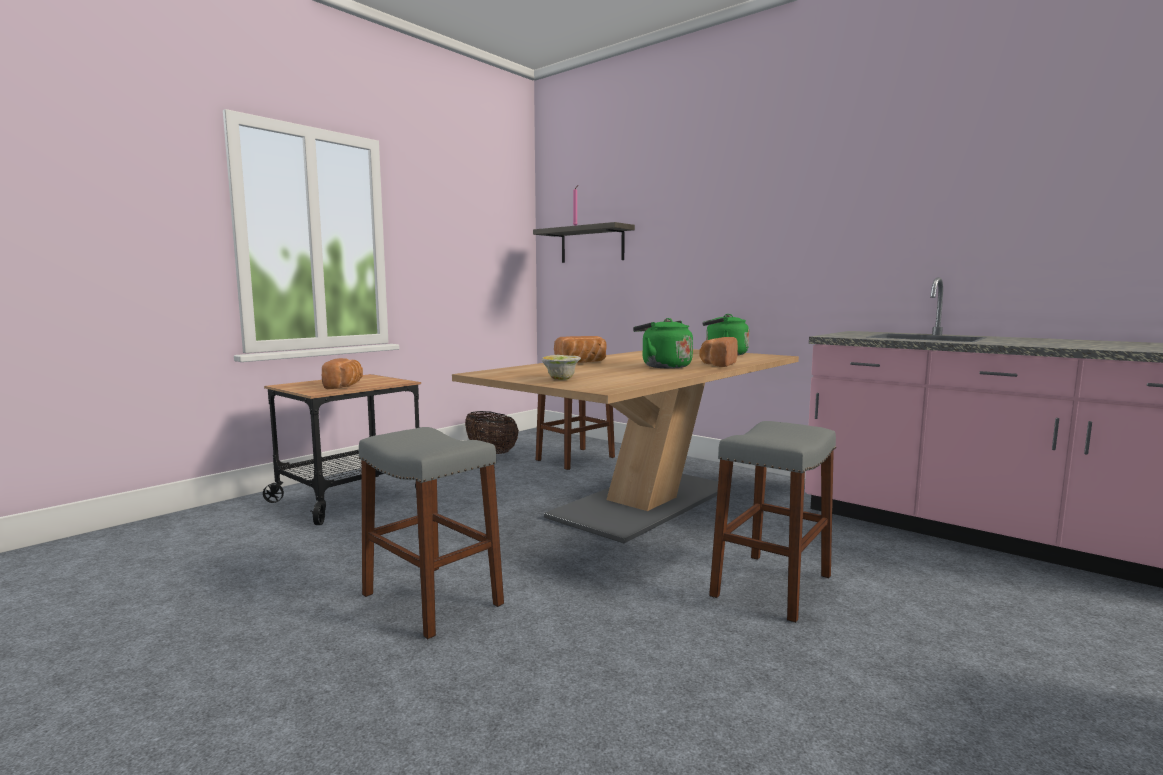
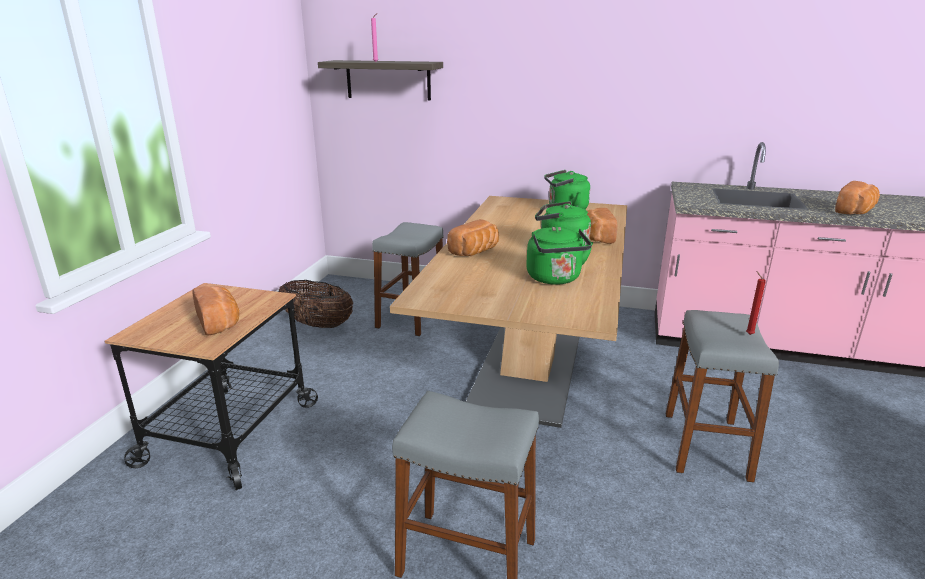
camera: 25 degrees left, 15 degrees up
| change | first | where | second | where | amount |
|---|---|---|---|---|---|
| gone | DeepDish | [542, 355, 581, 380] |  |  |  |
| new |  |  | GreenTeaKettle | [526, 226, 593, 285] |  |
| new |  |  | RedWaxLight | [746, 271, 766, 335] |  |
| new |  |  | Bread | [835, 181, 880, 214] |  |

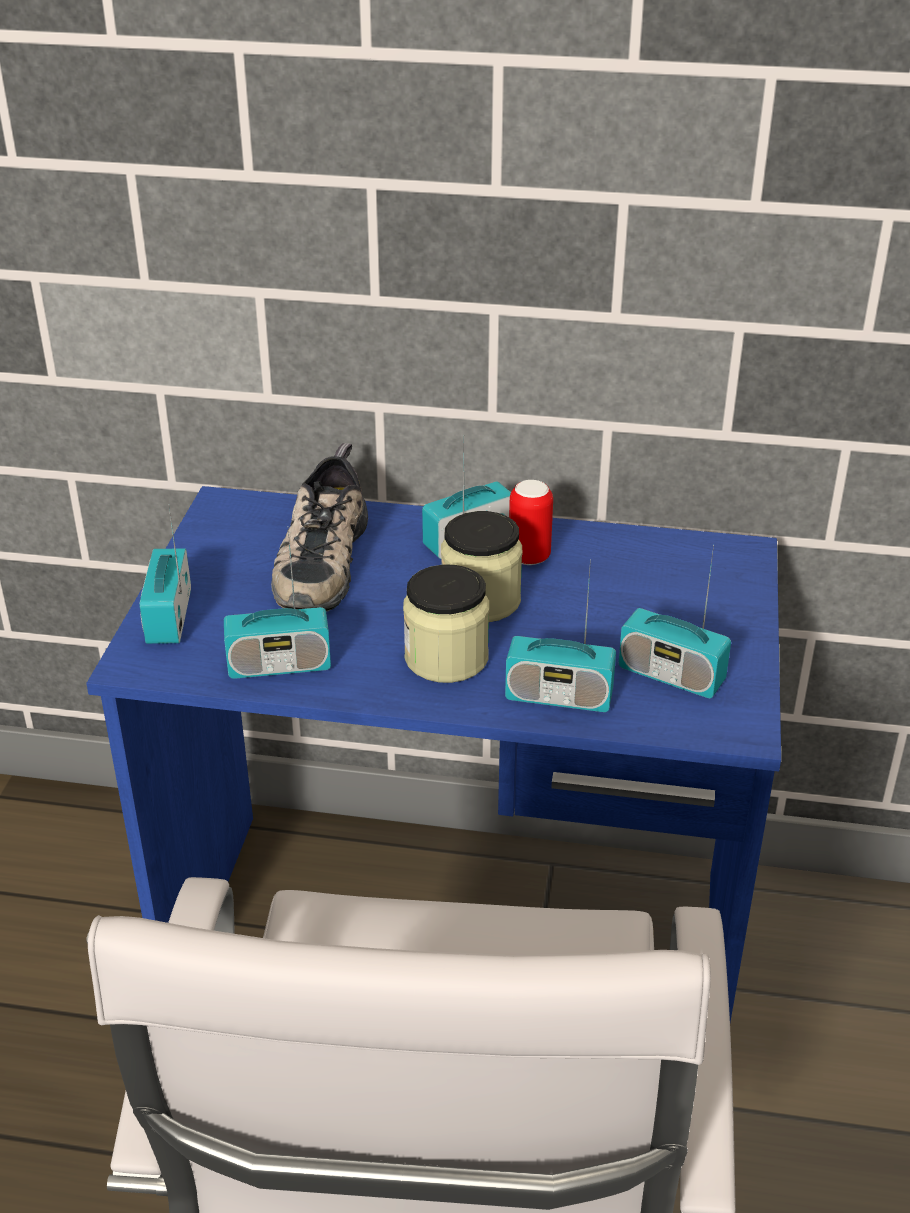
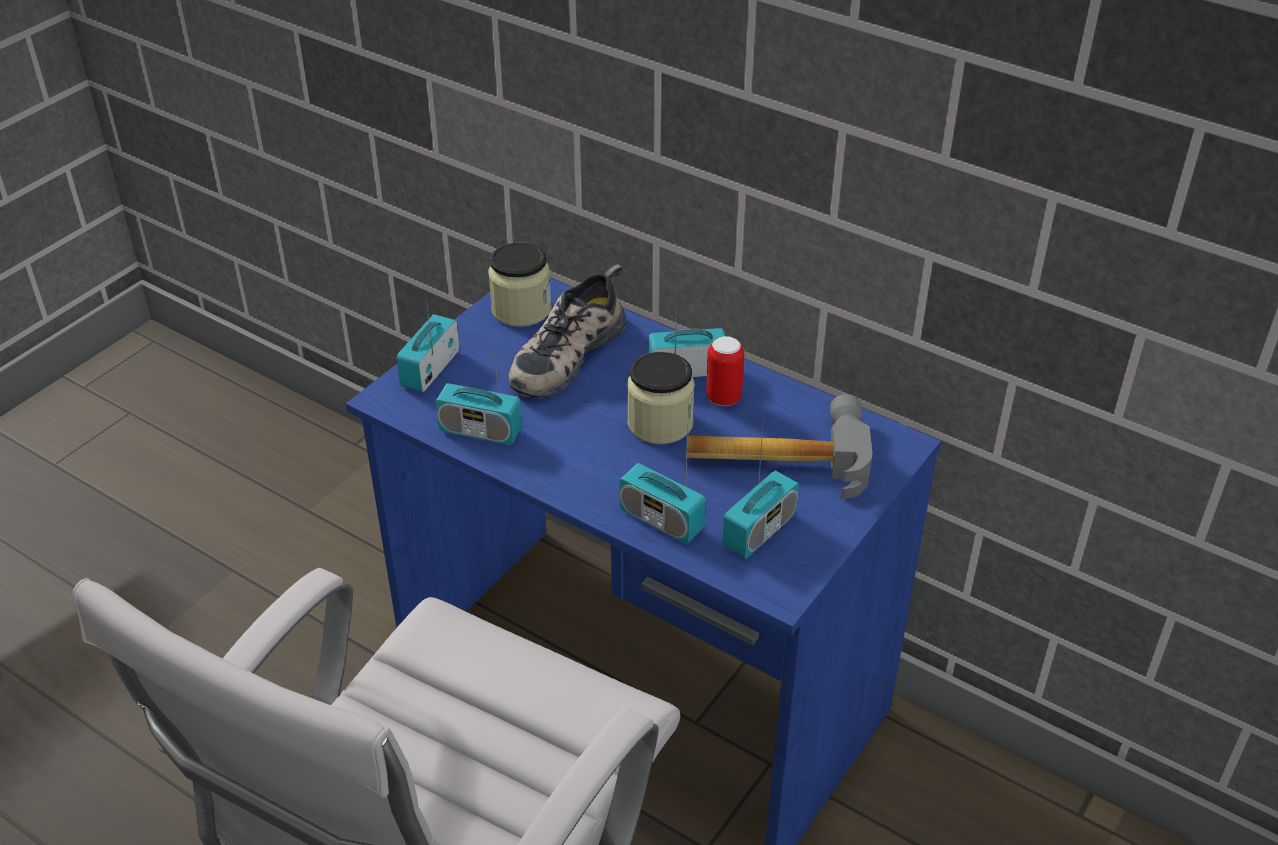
camera: 25 degrees right, 5 degrees up
| change | first | where | second | where | amount |
|---|---|---|---|---|---|
| new |  |  | ToolHammer | [687, 394, 872, 499] |  |
| shifted | StorageJar | [403, 565, 489, 683] |  | [488, 242, 552, 327] |  |
| rotated | Radio | [619, 545, 731, 698] |  | [722, 420, 799, 558] | 105 degrees counterclockwise |

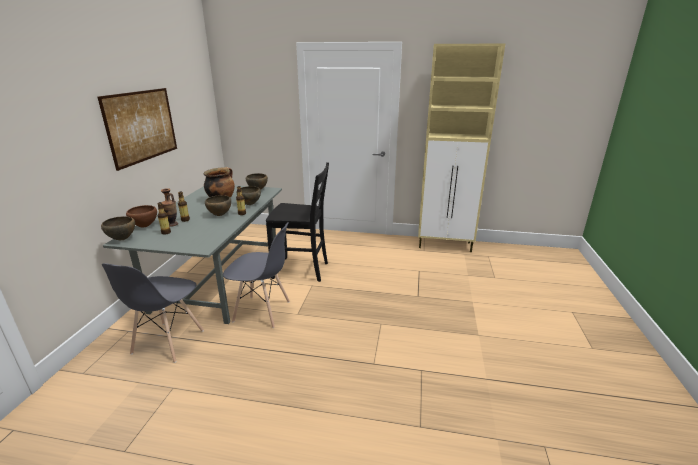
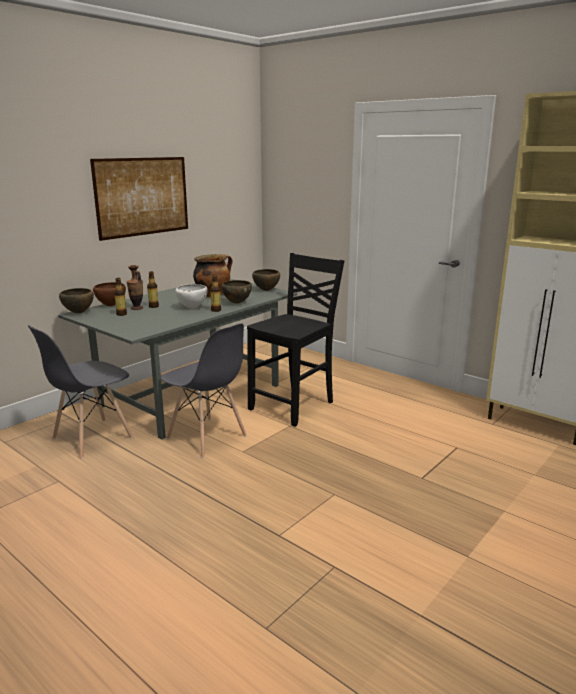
camera: 30 degrees right, 5 degrees down
| change | first | where | second | where | amount |
|---|---|---|---|---|---|
| repainted | BrownishDeepDish | [205, 195, 231, 216] | WhiteDeepDish | [175, 284, 208, 309] |  |
| rotated | BlackishPlainChair | [266, 162, 329, 282] |  | [247, 253, 344, 427] | 90 degrees counterclockwise |

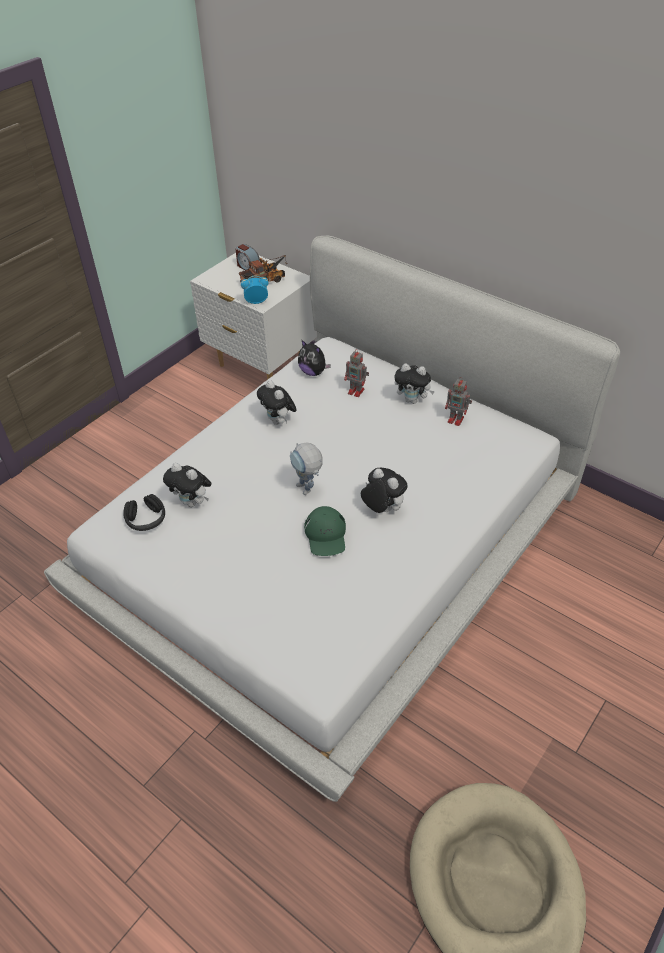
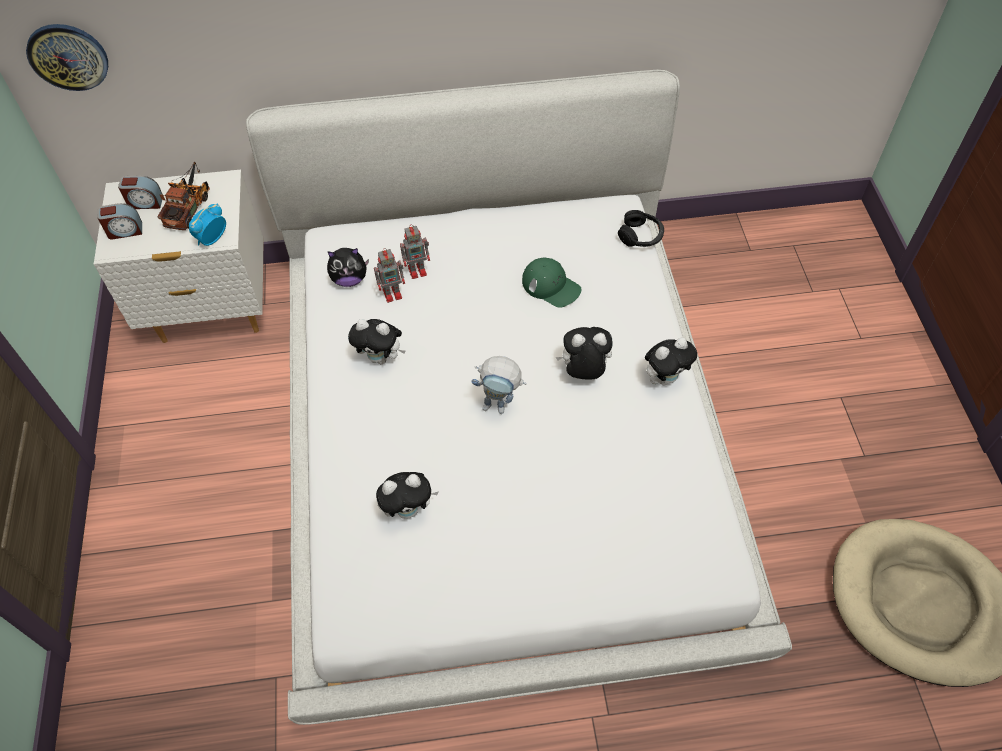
camera: 45 degrees left, 10 degrees up
| change | first | where | second | where | amount |
|---|---|---|---|---|---|
| new |  |  | ClockOnTheWall | [26, 24, 108, 91] |  |
| new |  |  | TableClock | [97, 203, 142, 240] |  |
| shifted | BlackishPairOfHeadphones | [123, 494, 165, 531] |  | [618, 210, 664, 247] |  |
| shifted | GreenPeakedCap | [304, 506, 346, 556] |  | [522, 258, 581, 308] |  |
| shifted | CuddlyToy | [394, 363, 435, 404] |  | [645, 338, 697, 385] |  |
| shifted | RobotFigure | [445, 377, 472, 426] |  | [374, 248, 405, 303] |  |

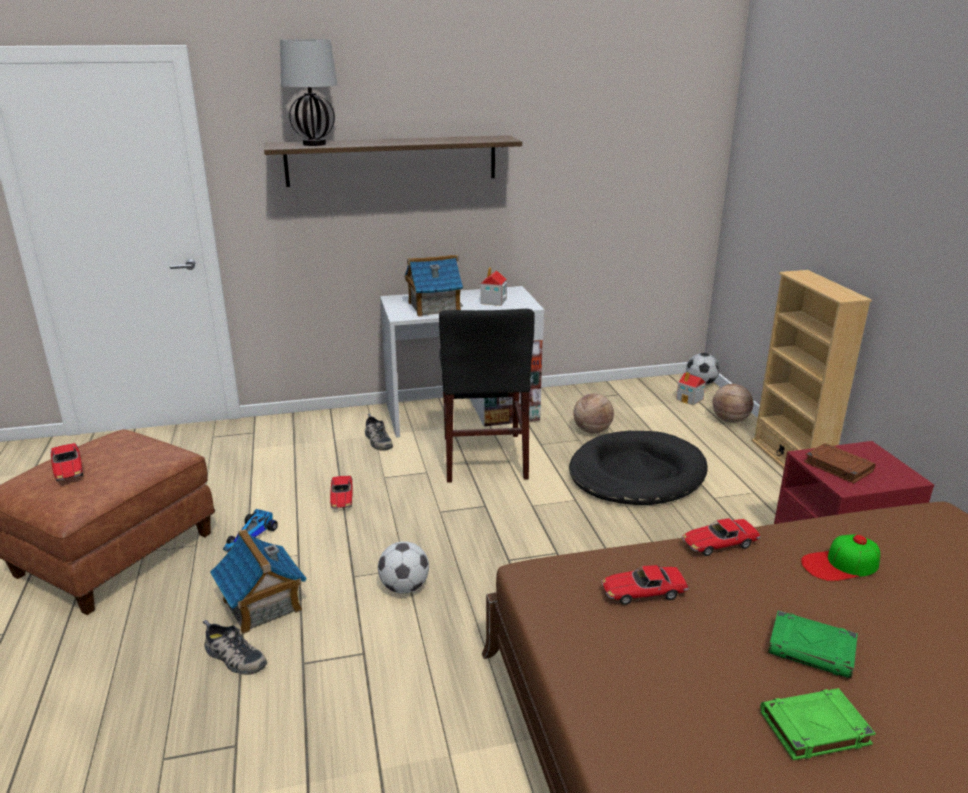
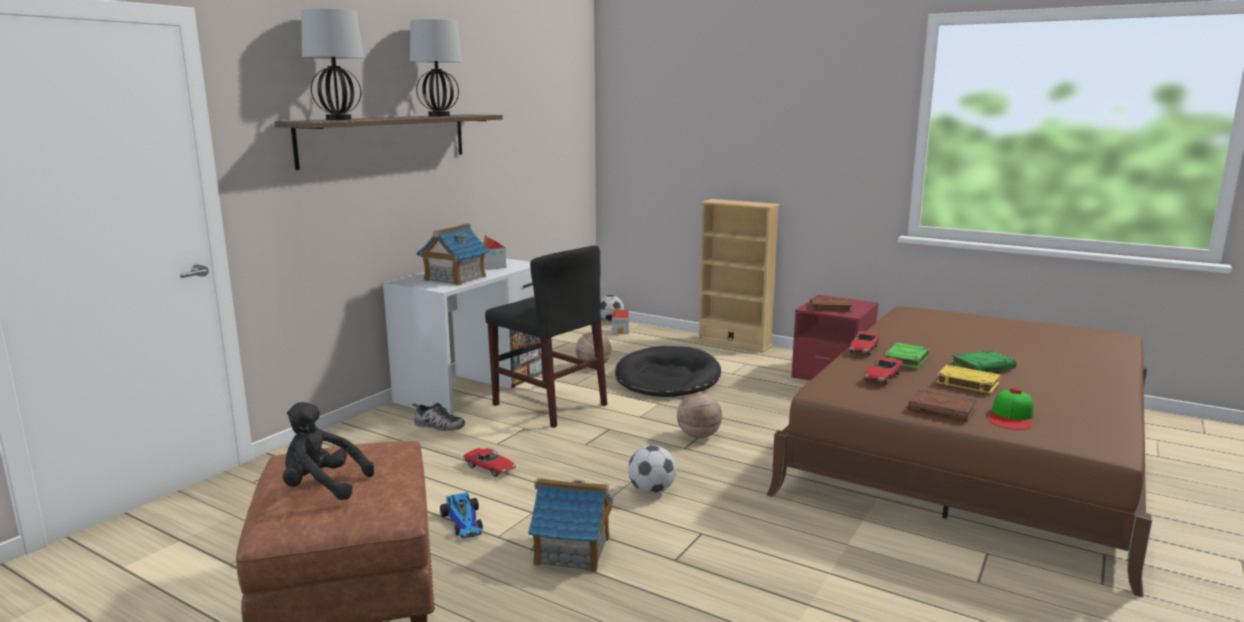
camera: 45 degrees left, 10 degrees down
| change | first | where | second | where | amount |
|---|---|---|---|---|---|
| gone | ItemOfFootwear | [203, 620, 267, 675] |  |  |  |
| new |  |  | TableLamp | [410, 19, 462, 116] |  |
| new |  |  | BrownishVolume | [908, 389, 976, 422] |  |
| new |  |  | YellowVolume | [936, 365, 1000, 393] |  |
| shifted | Basketball | [712, 384, 753, 423] |  | [677, 393, 722, 438] |  |
| shifted | GreenVolume | [760, 688, 876, 760] |  | [883, 343, 929, 369] |  |
| shifted | PeakedCap | [801, 534, 880, 581] |  | [988, 388, 1034, 430] |  |
| swapped | ModelCar | [50, 443, 83, 481] | BlackishCuddlyToy | [283, 402, 374, 500] |  |

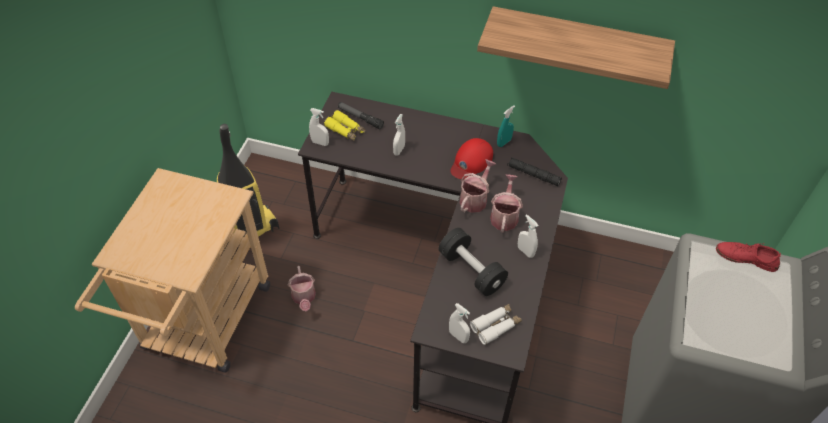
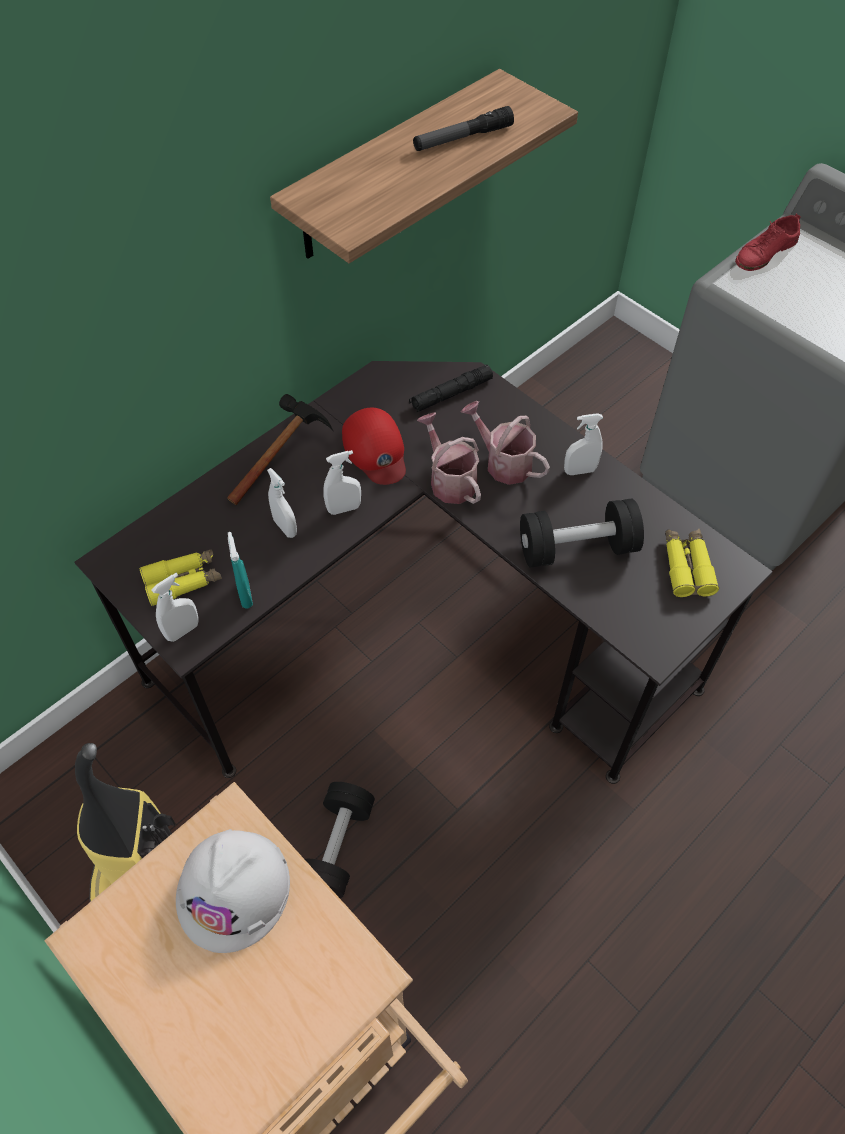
camera: 60 degrees left, 5 degrees up
| change | first | where | second | where | amount |
|---|---|---|---|---|---|
| new |  |  | WhiteSafetyHelmet | [176, 829, 290, 953] |  |
| new |  |  | ToolHammer | [227, 394, 333, 505] |  |
| shifted | Flashlight | [338, 102, 384, 129] |  | [413, 106, 514, 151] |  |
| shifted | WhiteHandSprayer | [449, 303, 470, 343] |  | [323, 450, 361, 515] |  |
| shifted | TurquoiseColouredHandSprayer | [497, 105, 515, 147] |  | [228, 532, 253, 609] |  |
| swapped | WateringCan | [288, 266, 316, 311] | BlackishHandWeight | [305, 782, 375, 898] |  |
| repainted | WhiteBinoculars | [470, 304, 522, 345] | YellowBinoculars | [665, 529, 719, 597] |  |

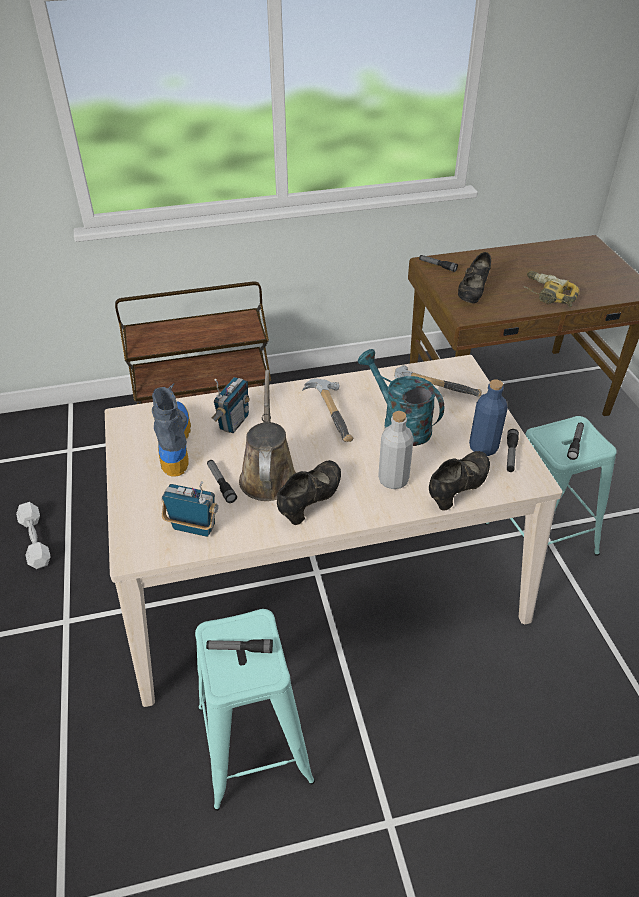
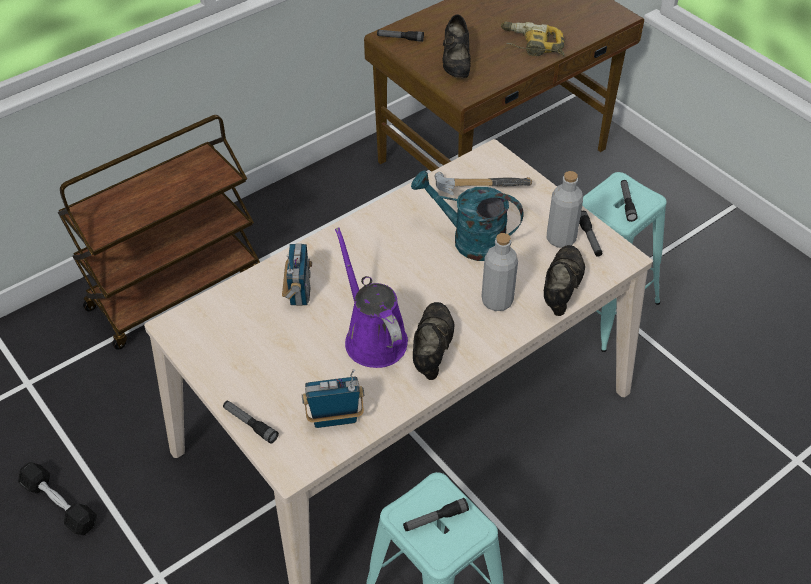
camera: 25 degrees left, 5 degrees up
| change | first | where | second | where | amount |
|---|---|---|---|---|---|
| gone | Boot | [152, 383, 191, 477] |  |  |  |
| gone | ToolHammer | [302, 378, 353, 442] |  |  |  |
| shifted | Flashlight | [207, 460, 237, 503] |  | [223, 401, 279, 444] |  |
| repainted | WhiteHandWeight | [16, 502, 51, 569] | BlackishHandWeight | [18, 462, 97, 535] |  |
| repainted | BrownishWateringCan | [239, 370, 296, 501] | PurplishWateringCan | [335, 227, 408, 368] |  |
| repainted | BlueColouredBeverageBottle | [469, 380, 508, 456] | GreyishBeverageBottle | [547, 171, 583, 248] |  |

